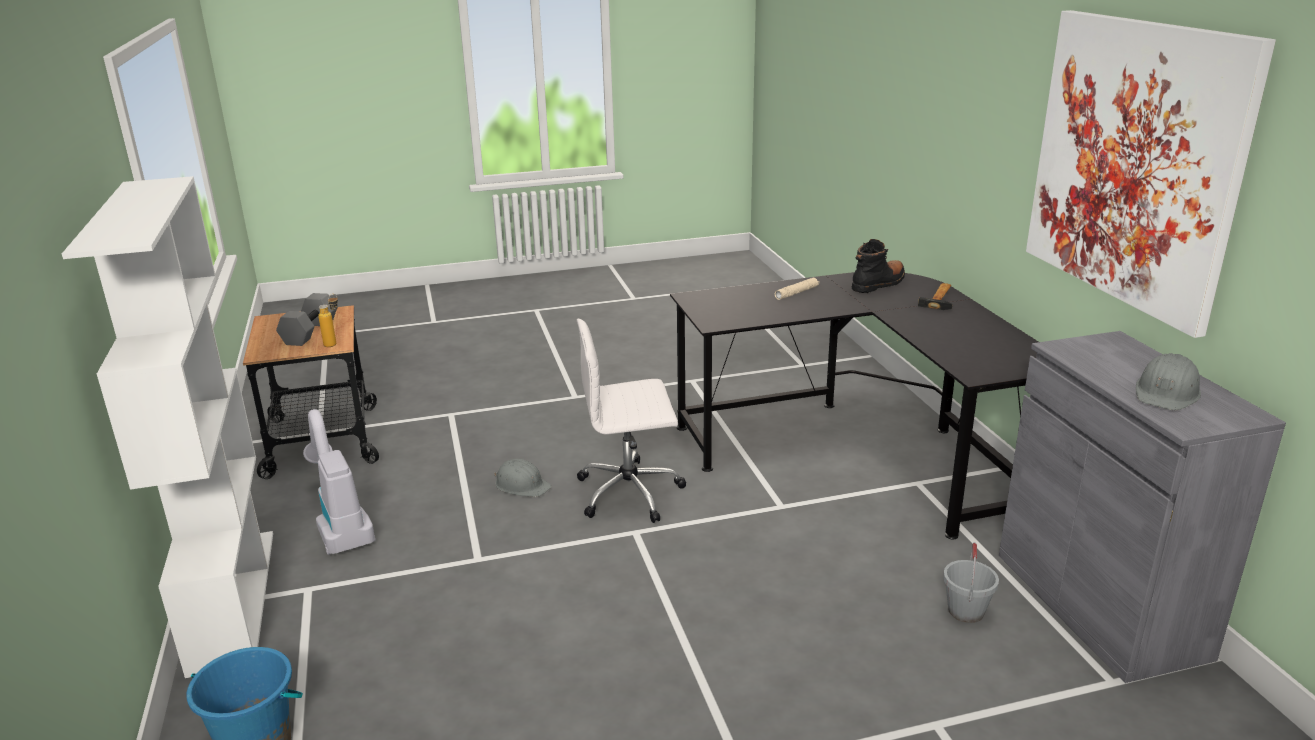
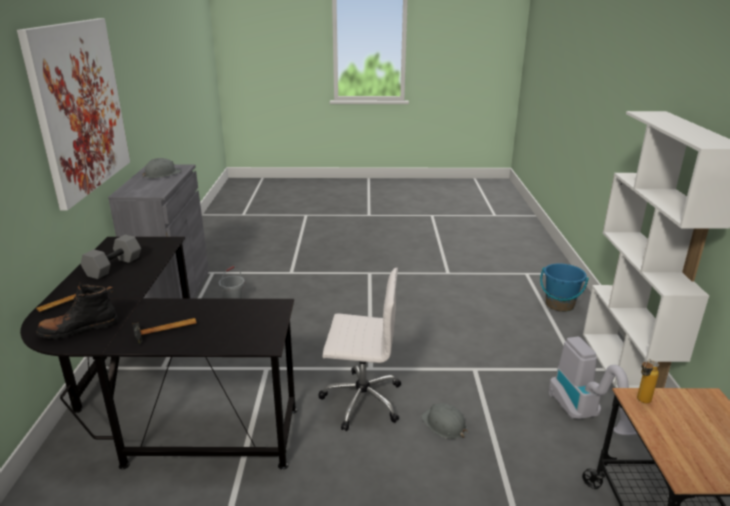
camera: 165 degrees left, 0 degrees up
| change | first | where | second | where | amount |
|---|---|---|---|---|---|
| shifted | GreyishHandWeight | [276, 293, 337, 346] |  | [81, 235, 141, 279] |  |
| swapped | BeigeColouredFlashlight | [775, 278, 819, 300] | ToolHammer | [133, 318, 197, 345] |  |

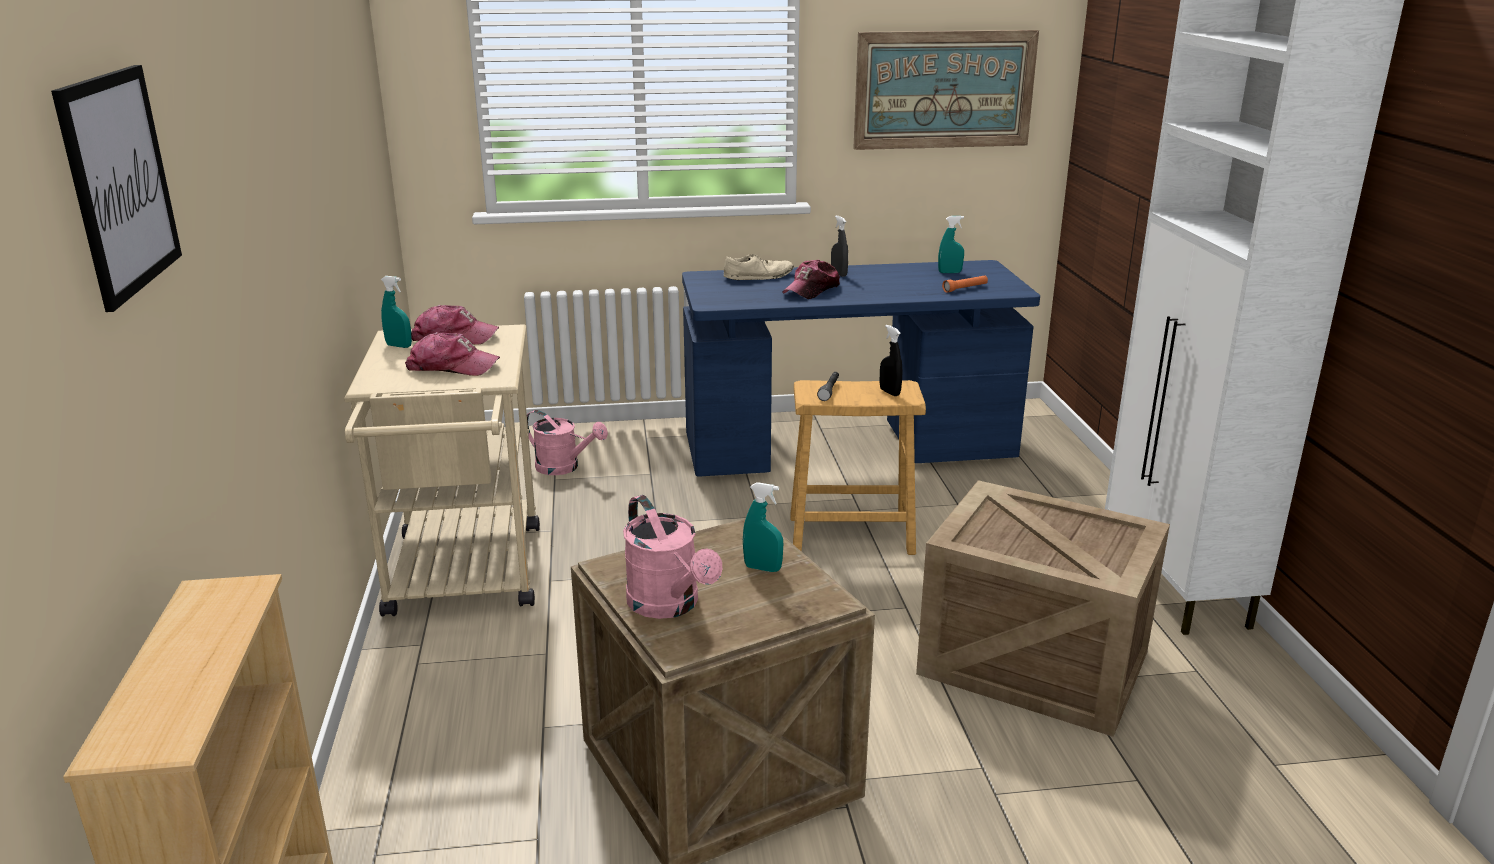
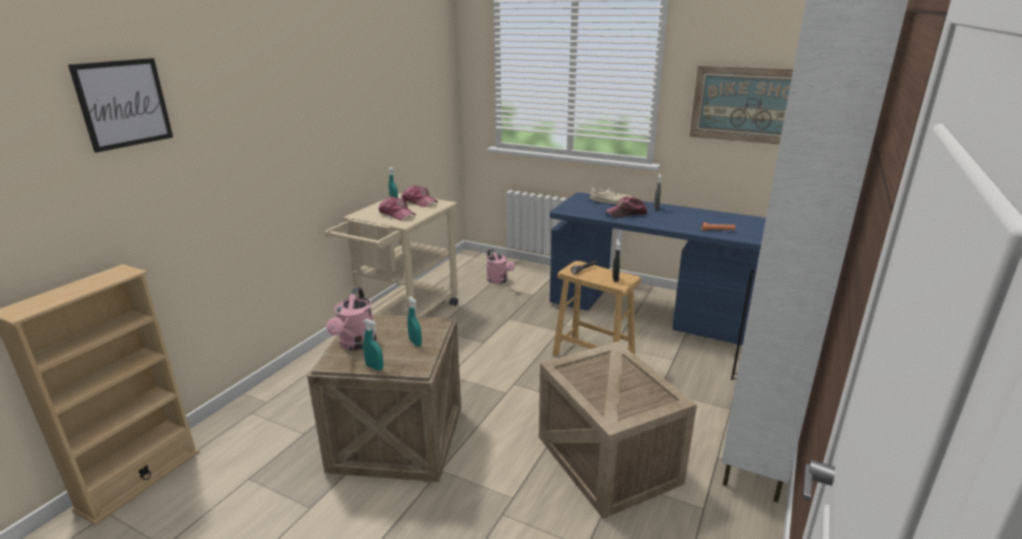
camera: 35 degrees right, 0 degrees up
| change | first | where | second | where | amount |
|---|---|---|---|---|---|
| shifted | TurquoiseColouredHandSprayer | [938, 216, 964, 273] |  | [363, 319, 383, 370] |  |

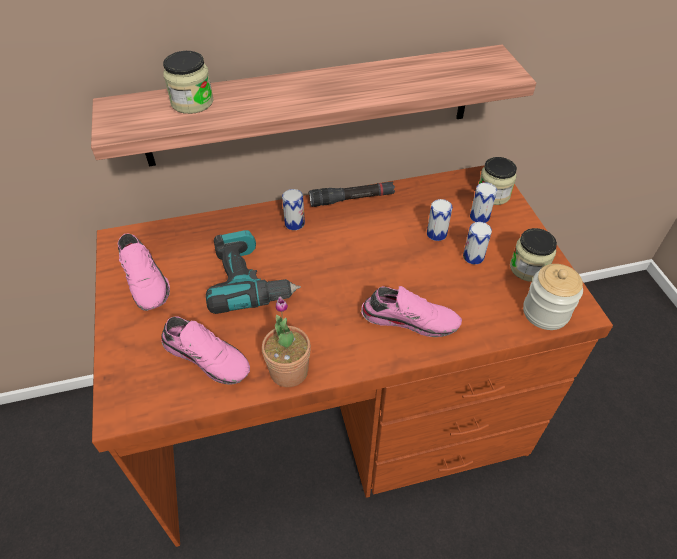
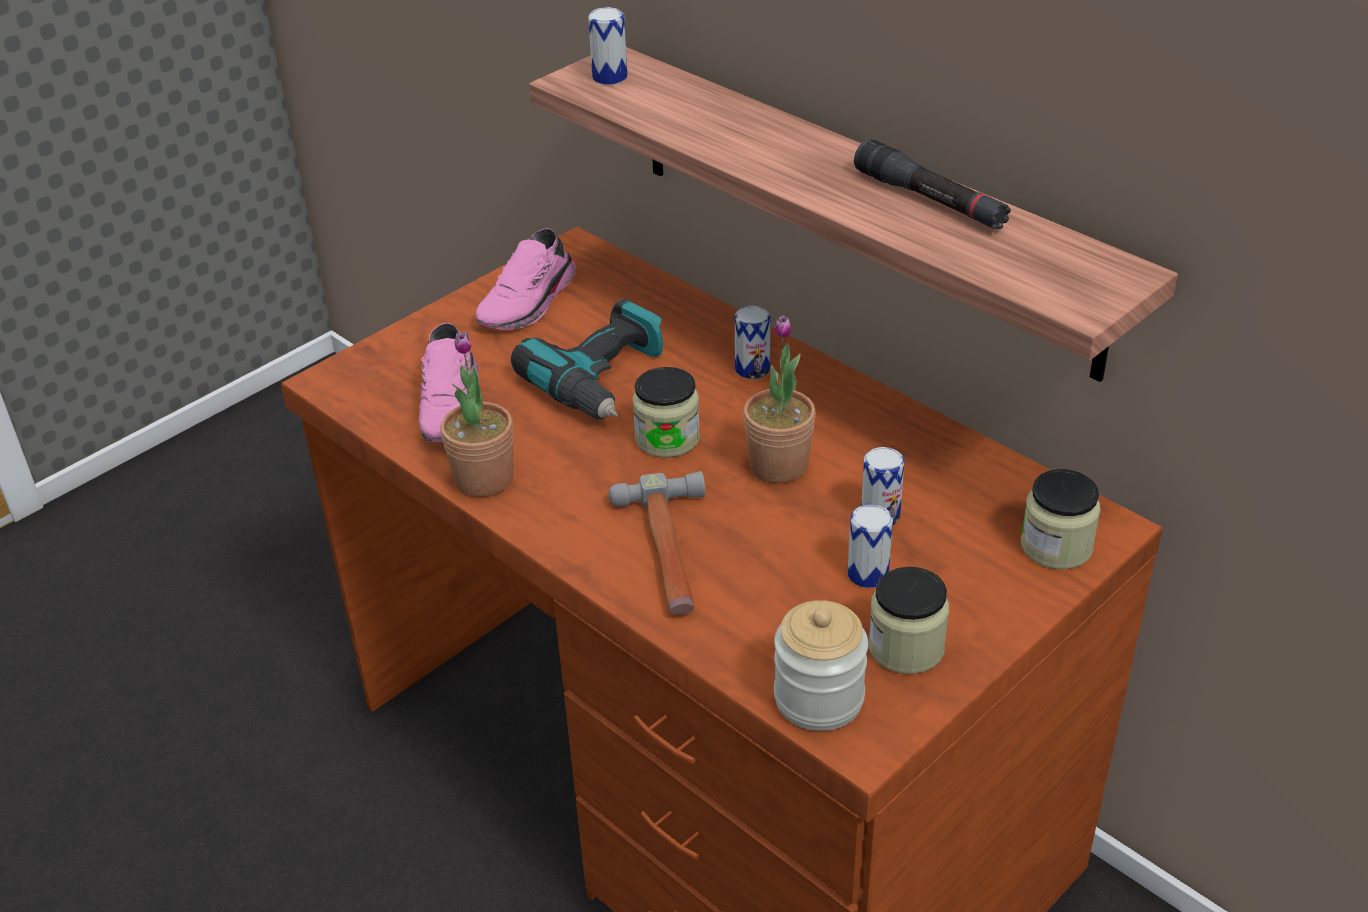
camera: 60 degrees right, 10 degrees down
| change | first | where | second | where | amount |
|---|---|---|---|---|---|
| new |  |  | PlantInAPot | [743, 315, 816, 483] |  |
| shifted | StorageJar | [163, 51, 213, 114] |  | [632, 367, 700, 458] |  |
| shifted | BlackishFlashlight | [309, 181, 395, 207] |  | [854, 139, 1011, 230] |  |
| shifted | Can | [470, 182, 497, 223] |  | [588, 7, 627, 85] |  |
| swapped | PinkItemOfFootwear | [361, 286, 462, 337] | ToolHammer | [609, 471, 705, 615] |  |

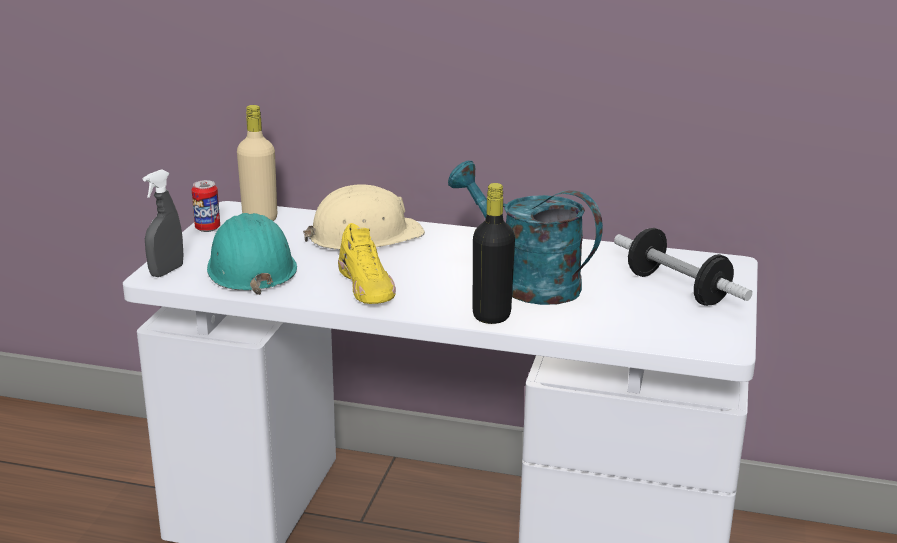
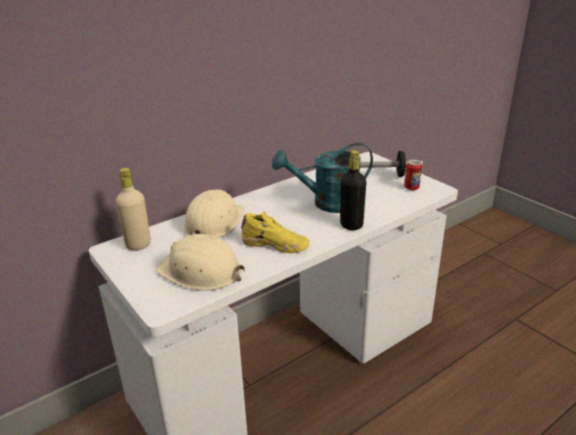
camera: 50 degrees left, 5 degrees up
| change | first | where | second | where | amount |
|---|---|---|---|---|---|
| gone | GreyishHandSprayer | [143, 169, 183, 277] |  |  |  |
| shifted | Can | [192, 180, 220, 232] |  | [404, 160, 422, 190] |  |
| repainted | TurquoiseColouredSafetyHelmet | [207, 213, 297, 295] | BeigeColouredSafetyHelmet | [156, 234, 245, 291] |  |

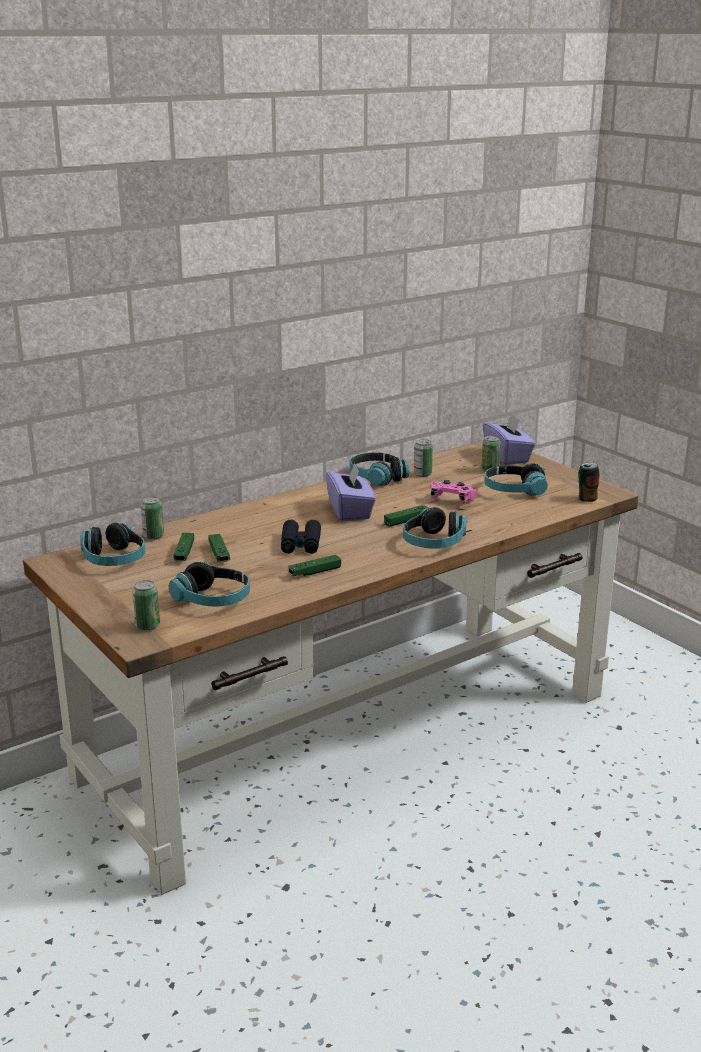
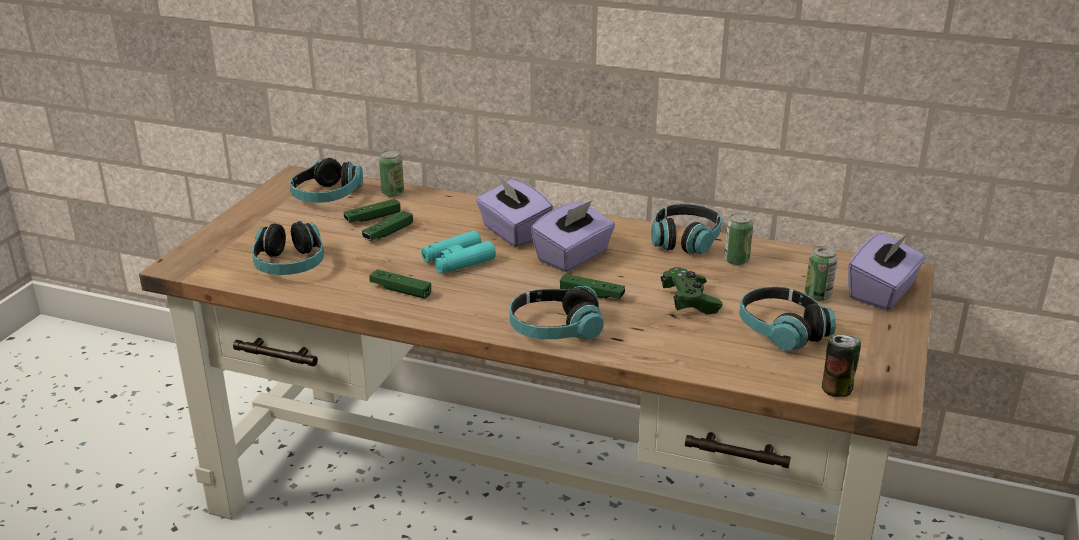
camera: 55 degrees right, 5 degrees up
| change | first | where | second | where | amount |
|---|---|---|---|---|---|
| gone | Can | [132, 580, 160, 631] |  |  |  |
| new |  |  | PurplishTissueBox | [476, 176, 553, 247] |  |
| repainted | BlackishBinoculars | [281, 520, 321, 554] | TurquoiseColouredBinoculars | [421, 231, 496, 274] |  |
| repainted | PinkJoypad | [430, 480, 478, 504] | GreenJoypad | [661, 267, 722, 315] |  |

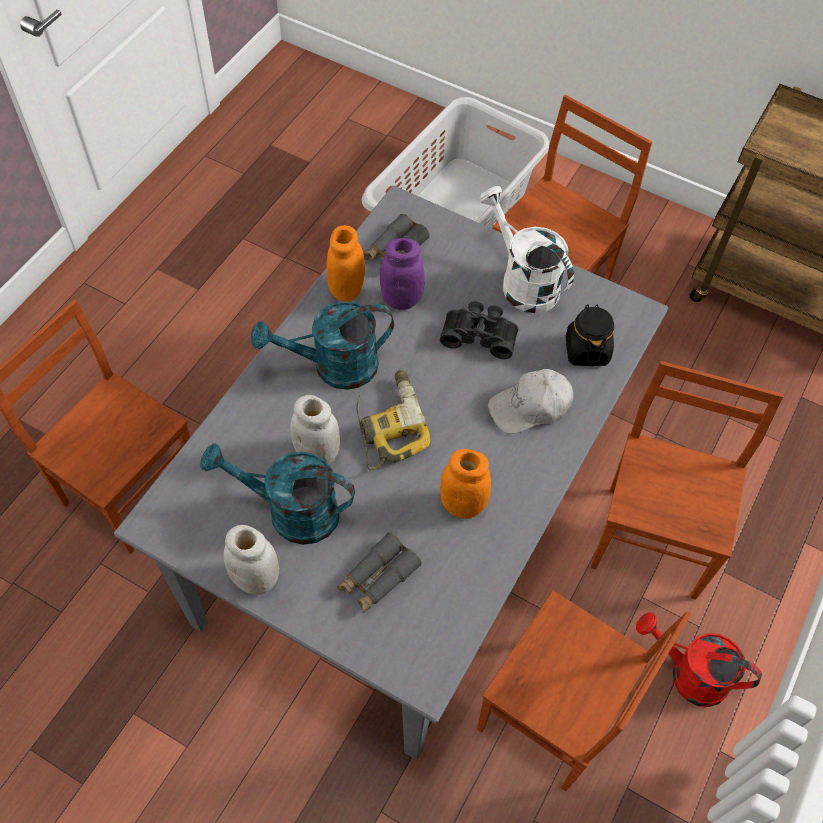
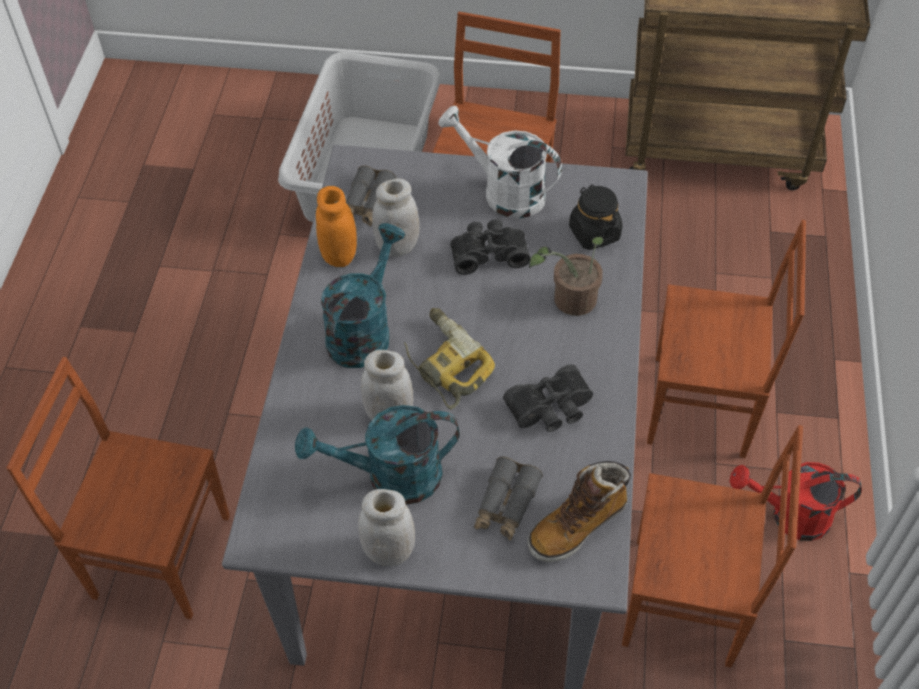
camera: 20 degrees left, 5 degrees down
| change | first | where | second | where | amount |
|---|---|---|---|---|---|
| new |  |  | Boot | [528, 461, 631, 562] |  |
| swapped | OrangeColouredStorageJar | [440, 449, 491, 519] | BlackishBinoculars | [503, 364, 593, 432] |  |
| swapped | WhitePeakedCap | [488, 369, 574, 434] | PlantInAPot | [529, 237, 603, 316] |  |
| repainted | PurplishStorageJar | [380, 238, 425, 310] | WhiteStorageJar | [372, 178, 420, 257] |  |
| rotated | TurquoiseColouredWateringCan | [251, 301, 394, 390] |  | [321, 223, 405, 368] | 150 degrees clockwise |
| rotated | BrownishPlainChair | [590, 361, 784, 600] |  | [647, 220, 806, 458] | 105 degrees clockwise |

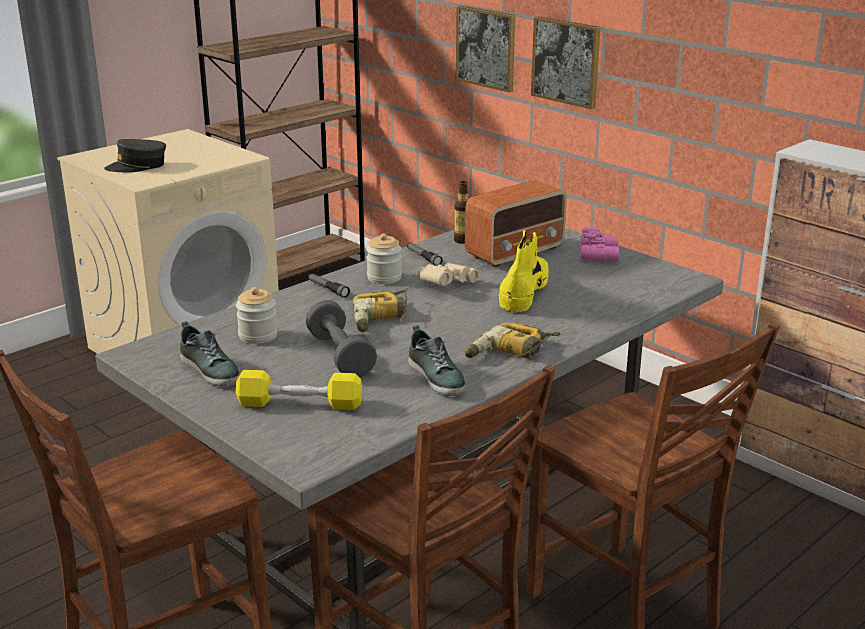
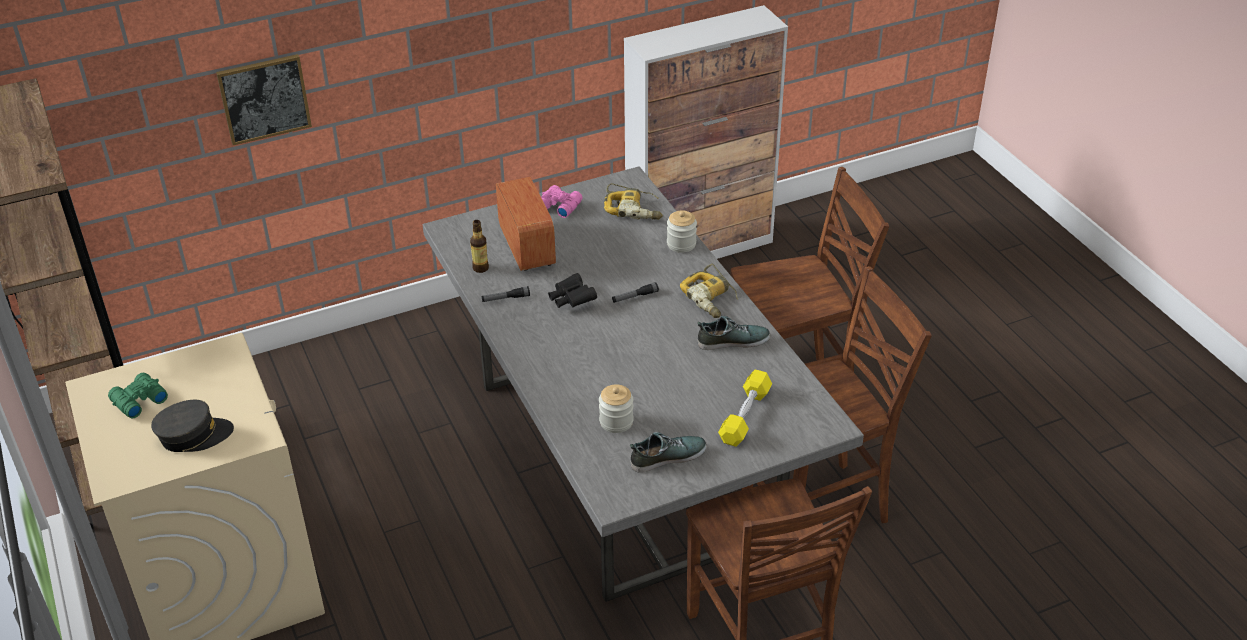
camera: 70 degrees left, 15 degrees up
| change | first | where | second | where | amount |
|---|---|---|---|---|---|
| gone | GreyishHandWeight | [306, 300, 377, 377] |  |  |  |
| gone | YellowBoot | [499, 230, 549, 312] |  |  |  |
| gone | WallPicture | [531, 16, 600, 109] |  |  |  |
| new |  |  | GreenBinoculars | [108, 373, 168, 418] |  |
| shifted | Flashlight | [308, 273, 350, 298] |  | [612, 282, 659, 303] |  |
| shifted | ElectricDrill | [353, 288, 408, 332] |  | [604, 183, 663, 220] |  |
| shifted | StorageJar | [366, 233, 402, 284] |  | [667, 210, 697, 253] |  |
| repainted | BeigeColouredBinoculars | [418, 262, 478, 286] | BlackishBinoculars | [548, 273, 597, 308] |  |
| rotated | GreyishPeakedCap | [104, 139, 166, 173] |  | [151, 400, 234, 452] | 105 degrees counterclockwise |

